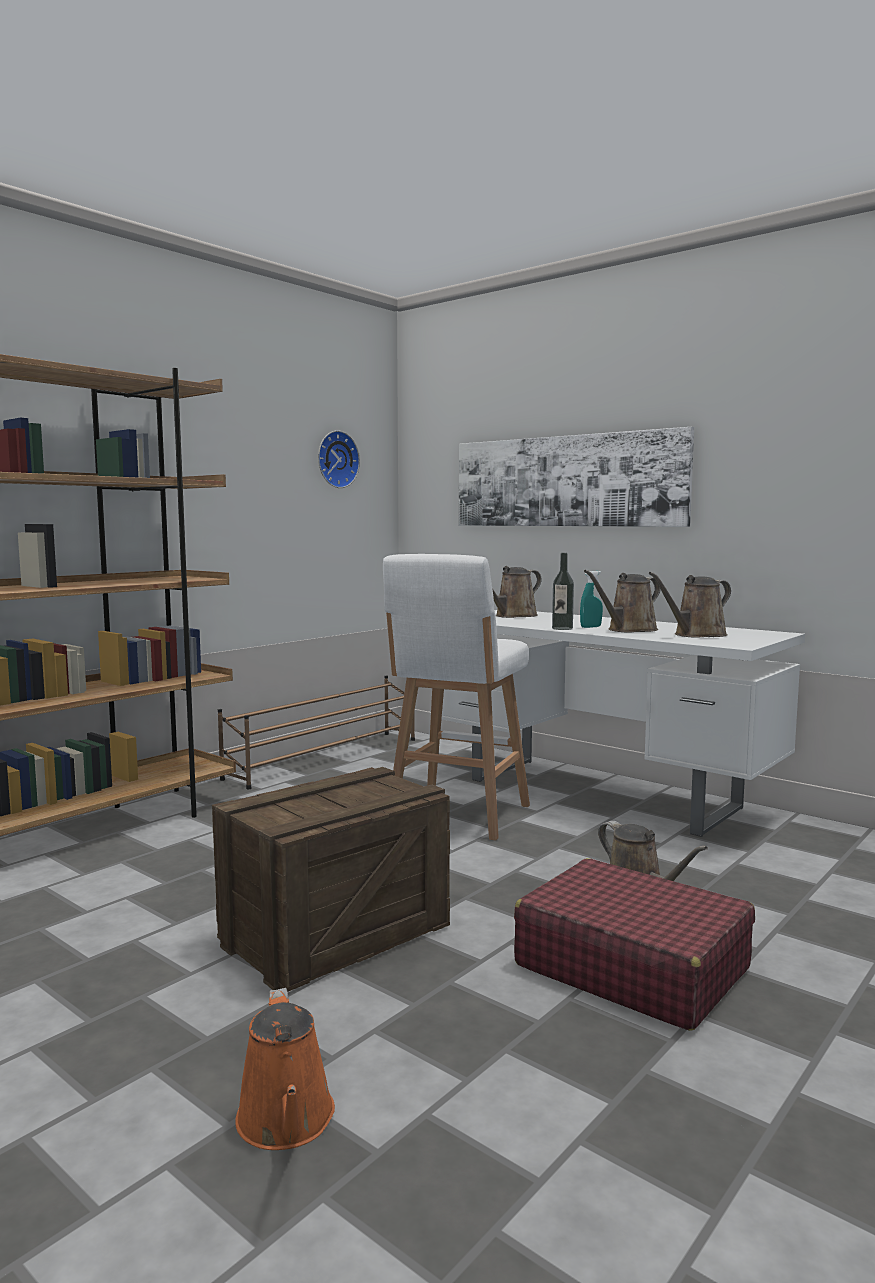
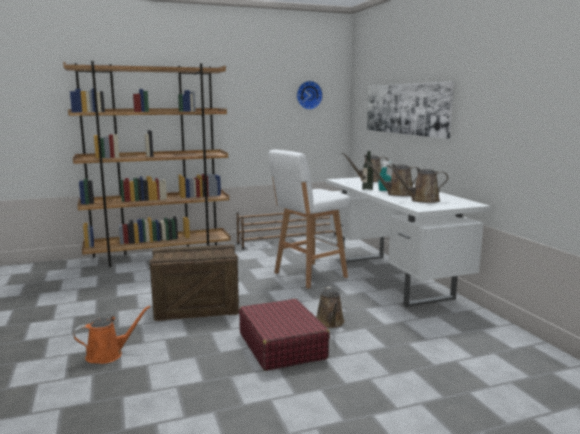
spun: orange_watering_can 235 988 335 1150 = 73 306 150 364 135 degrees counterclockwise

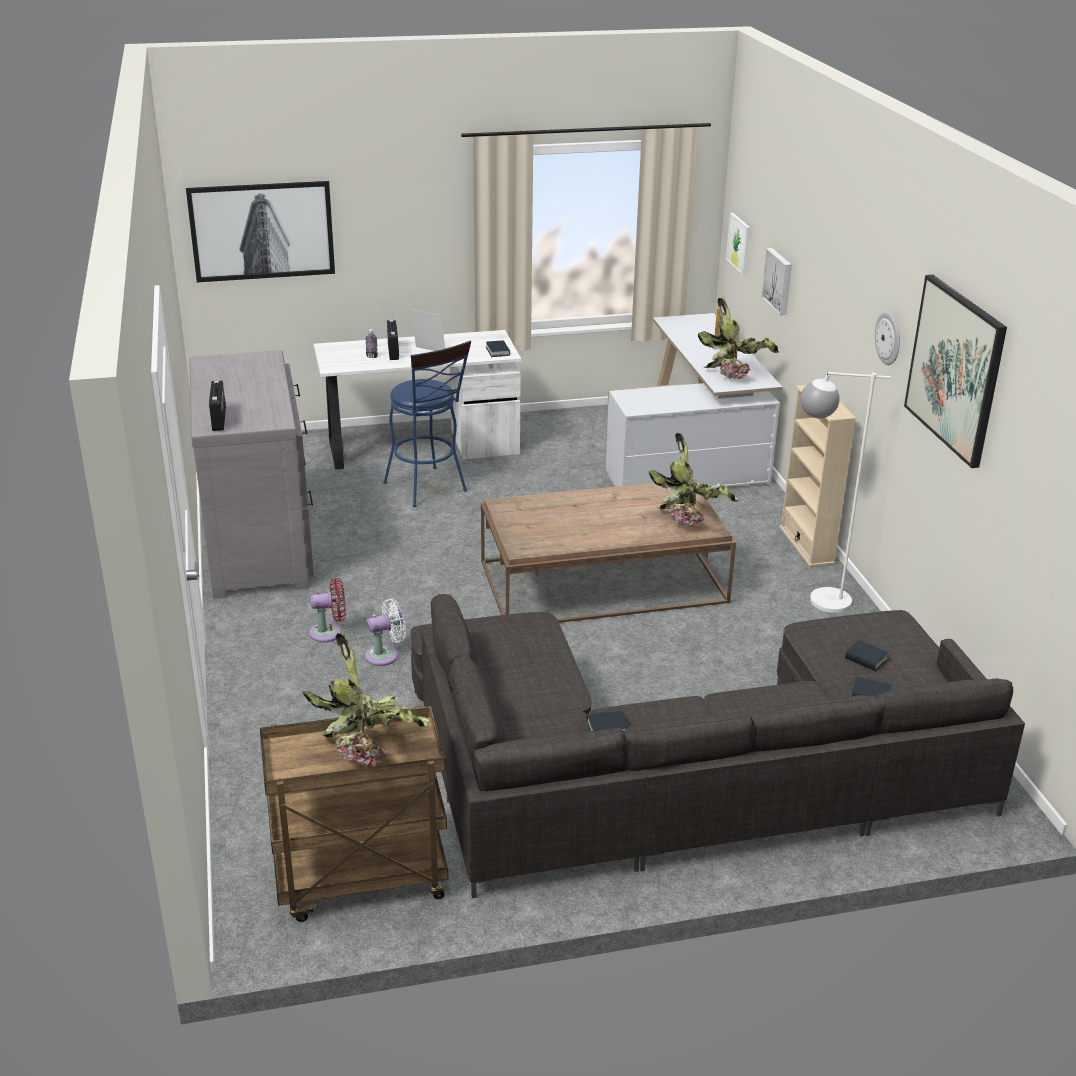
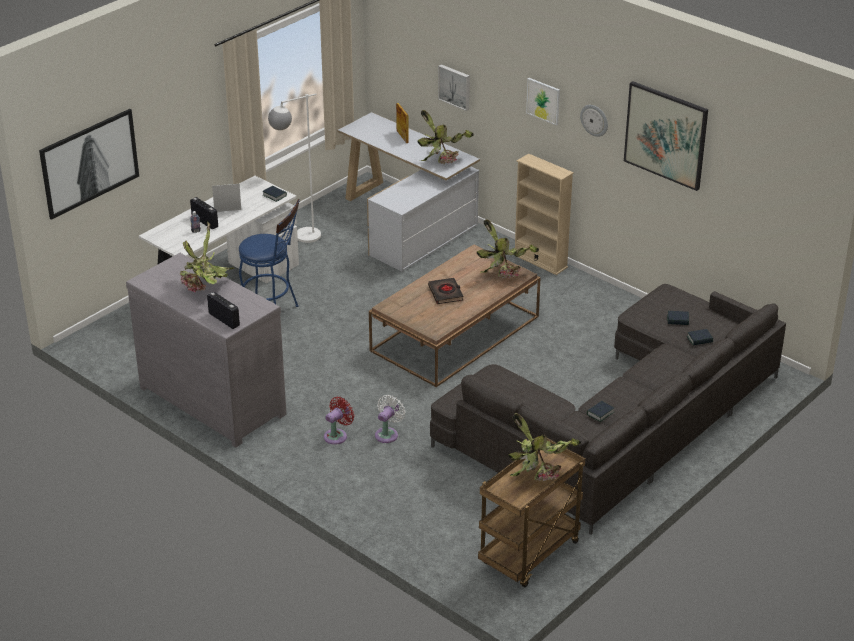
appeared: potted_plant 180 222 234 292; black_book 428 278 464 304
relocated: white_floor_lamp 800 372 891 613 to 268 94 321 243; picture 726 213 750 275 to 526 78 560 126

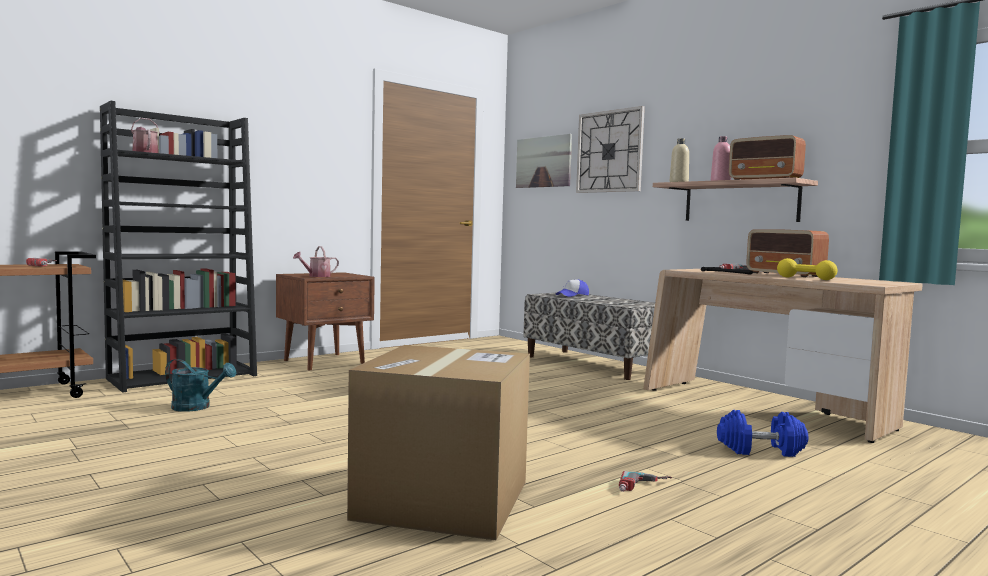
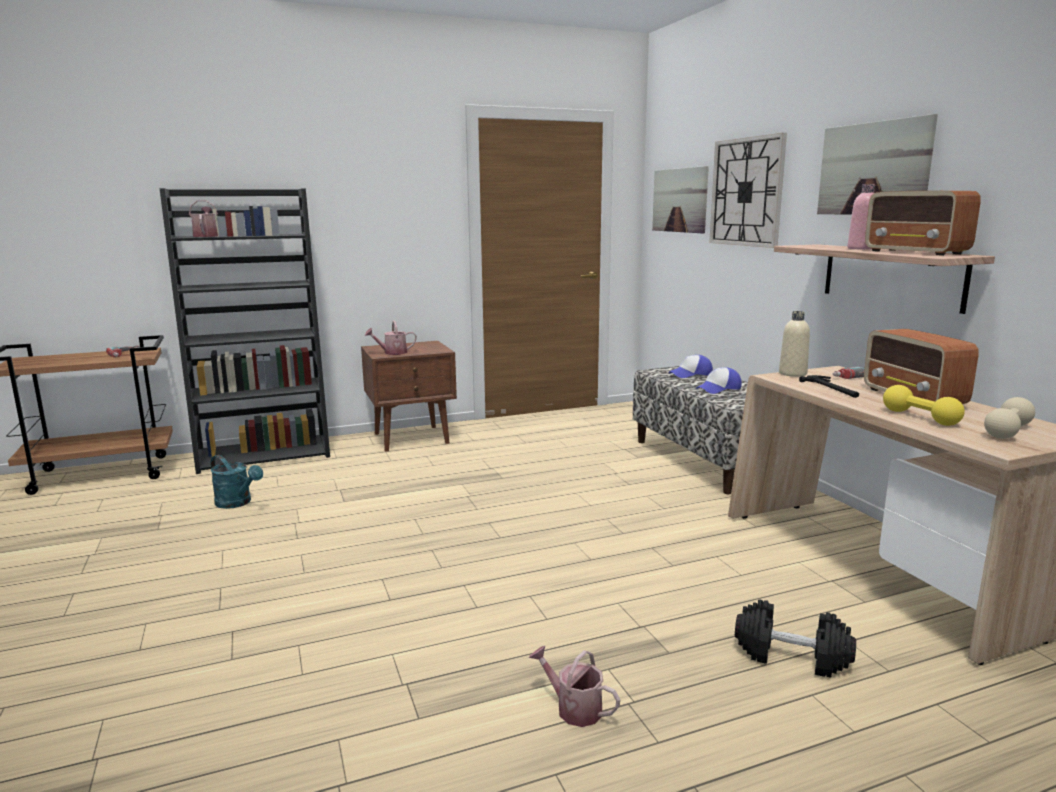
missing: cardboard_box 347 345 530 540
appeared: cap 695 367 742 394; picture 817 114 938 215; beige_dumbbell 984 397 1035 439
relocated: beige_bottle 670 138 689 182 to 779 311 810 377
exchanged: power_drill 619 471 672 492 to watering_can 529 646 620 727
colour: blue_dumbbell 717 410 808 457 to black_dumbbell 735 600 856 678

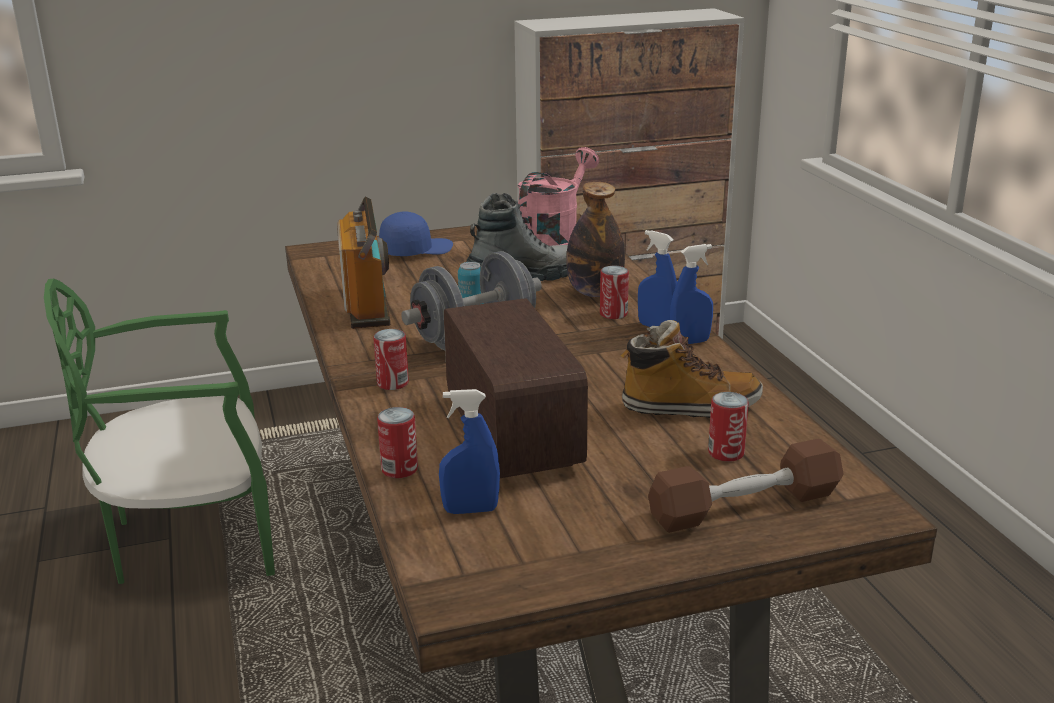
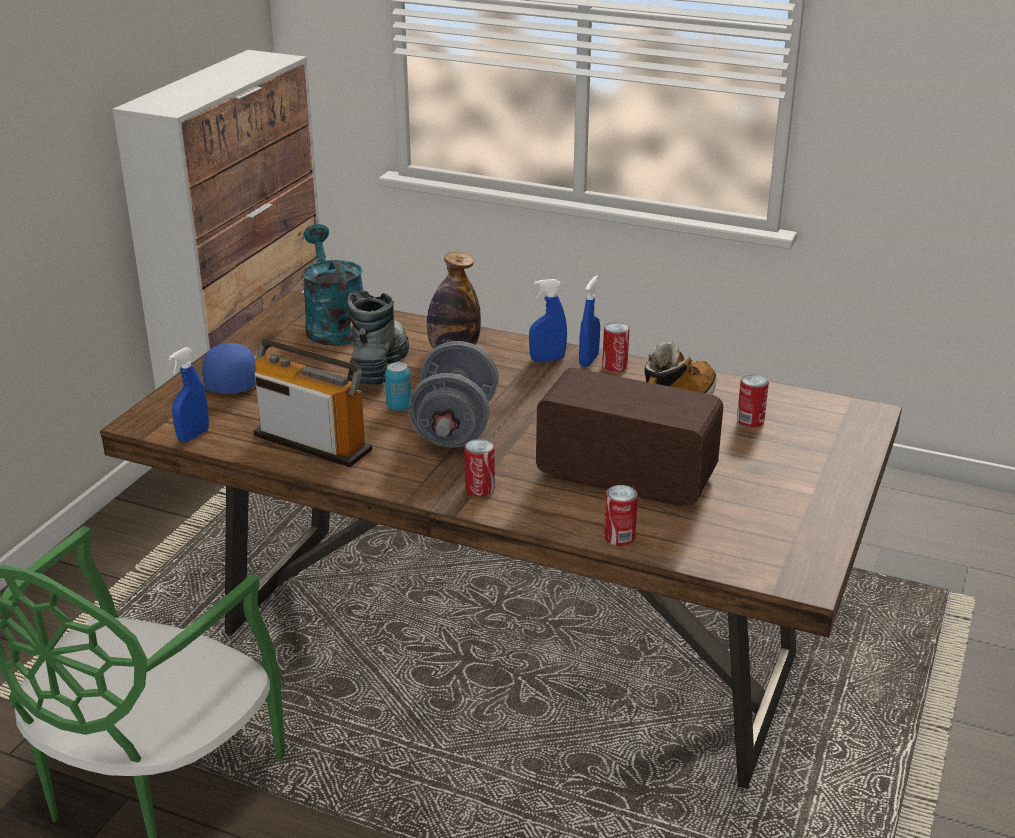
missing: brown_dumbbell 648 438 843 533
relocated: blue_spray_bottle 439 389 500 514 to 168 347 209 442; can 600 266 629 319 to 602 322 629 372
colour: pink_watering_can 517 147 599 246 to turquoise_watering_can 302 224 363 346

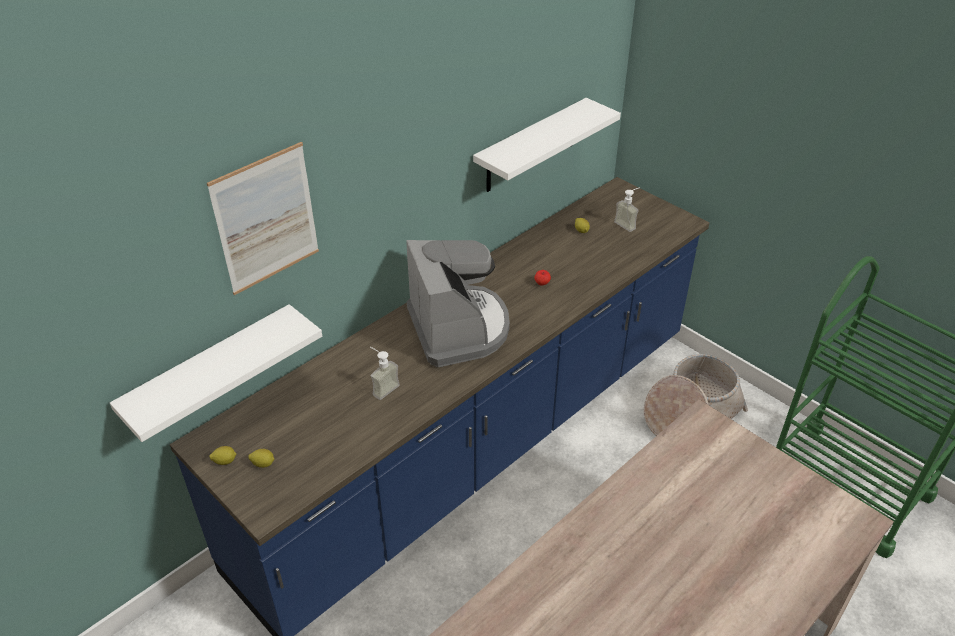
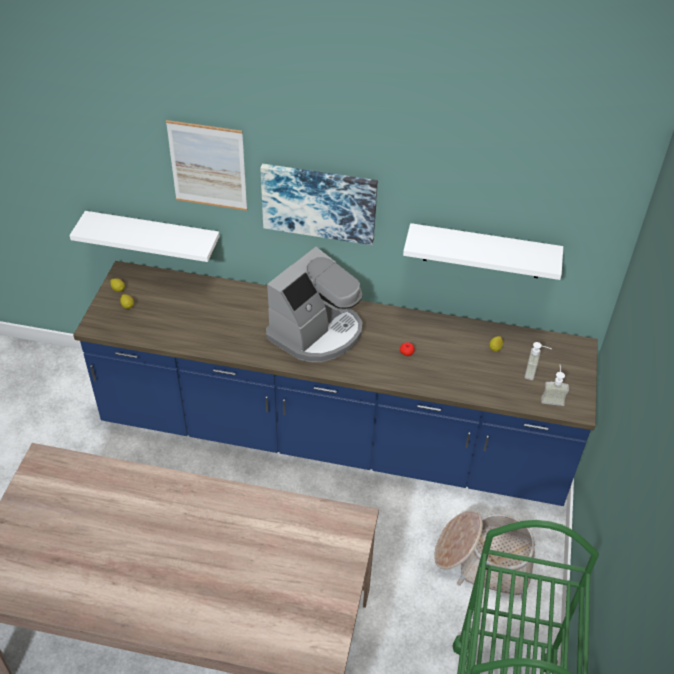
appeared: picture 260 164 378 245
relocated: soap_dispenser 370 347 400 400 to 541 365 569 406

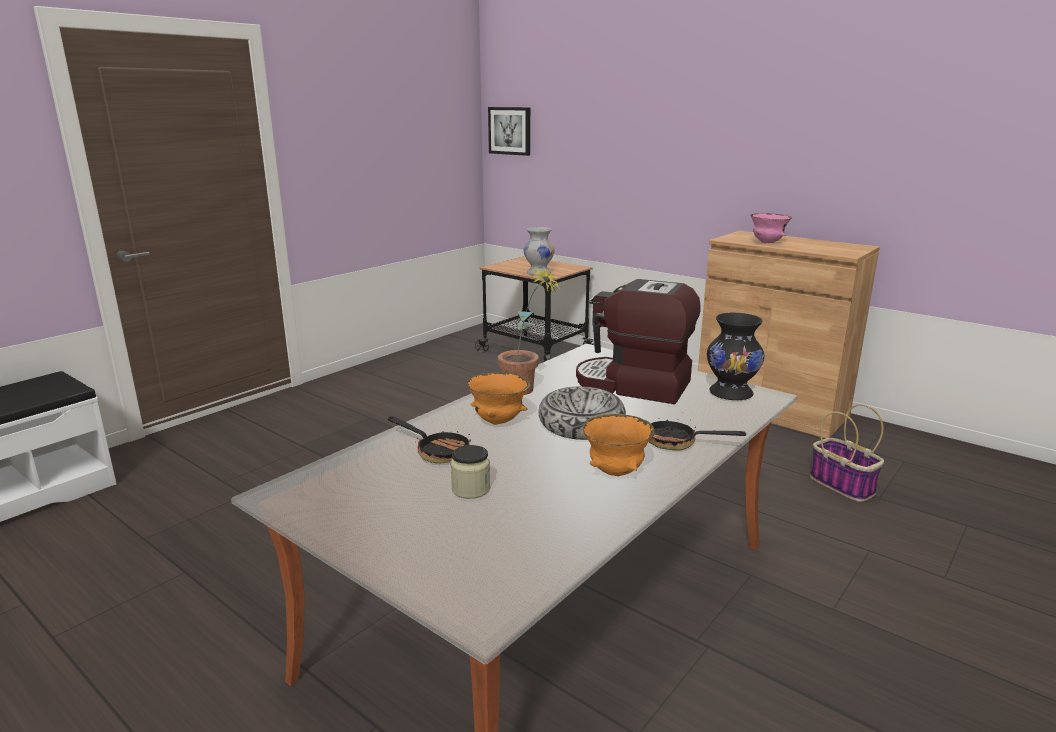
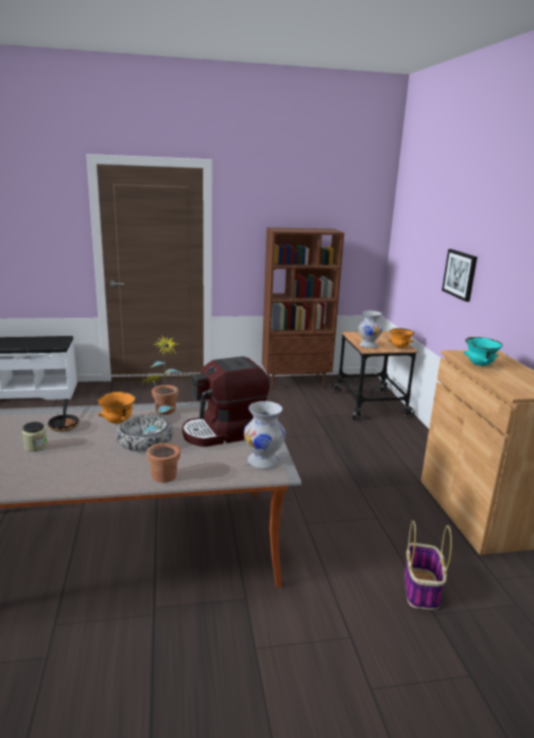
appeared: brown_bookcase 262 227 344 389
relocated: orange_bowl 582 413 654 476 to 388 328 414 348; picture 488 107 530 156 to 442 249 477 302
exchanged: frying_pan 649 412 746 451 to potted_plant 142 375 181 483
colour: black_vase 707 313 764 400 to white_vase 244 401 286 469; pink_bowl 750 213 791 243 to turquoise_bowl 463 337 503 366
spun: coffee_machine 576 279 701 404 = 182 356 270 447 90 degrees counterclockwise

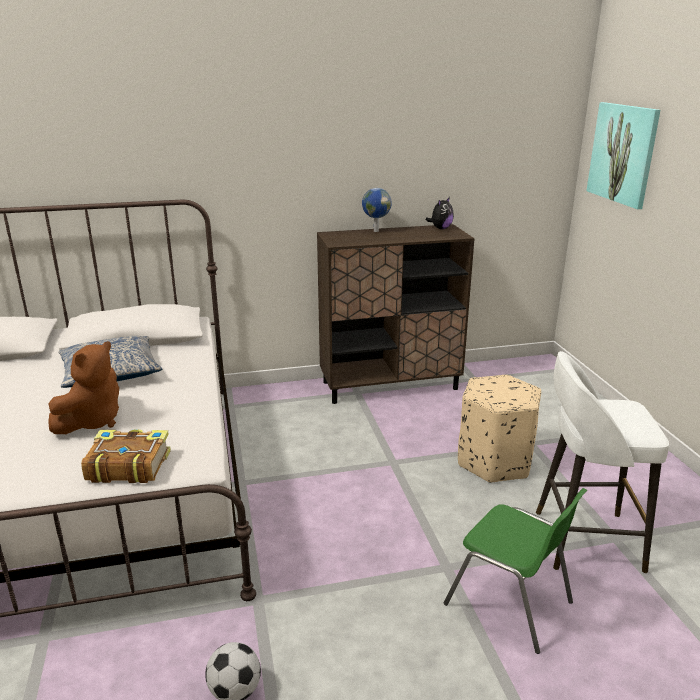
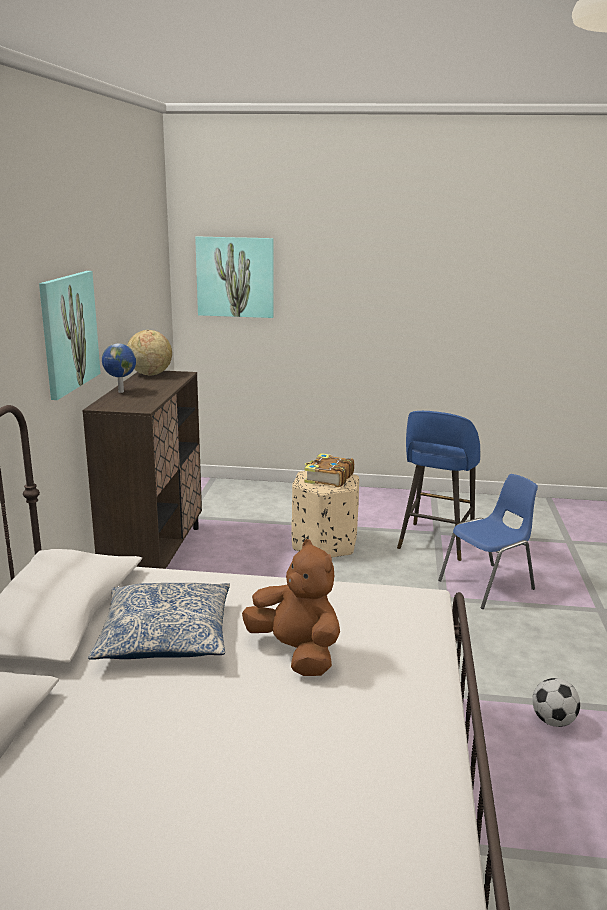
appeared: picture 39 271 101 400
relocated: book 81 429 171 483 to 304 453 354 487
exchanged: plush_toy 425 197 454 229 to globe 127 330 172 375
colour: white_stool 536 351 669 573 to blue_stool 397 411 480 561; green_chair 444 488 587 654 to blue_chair 438 474 538 609

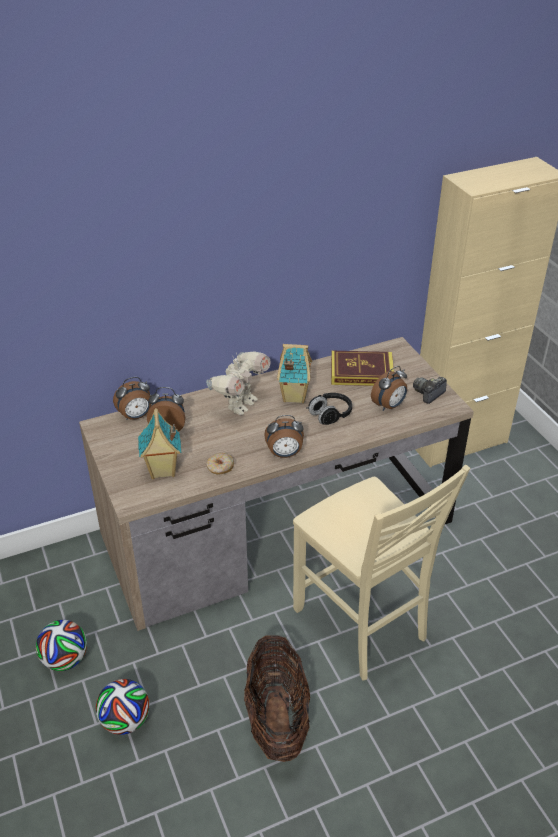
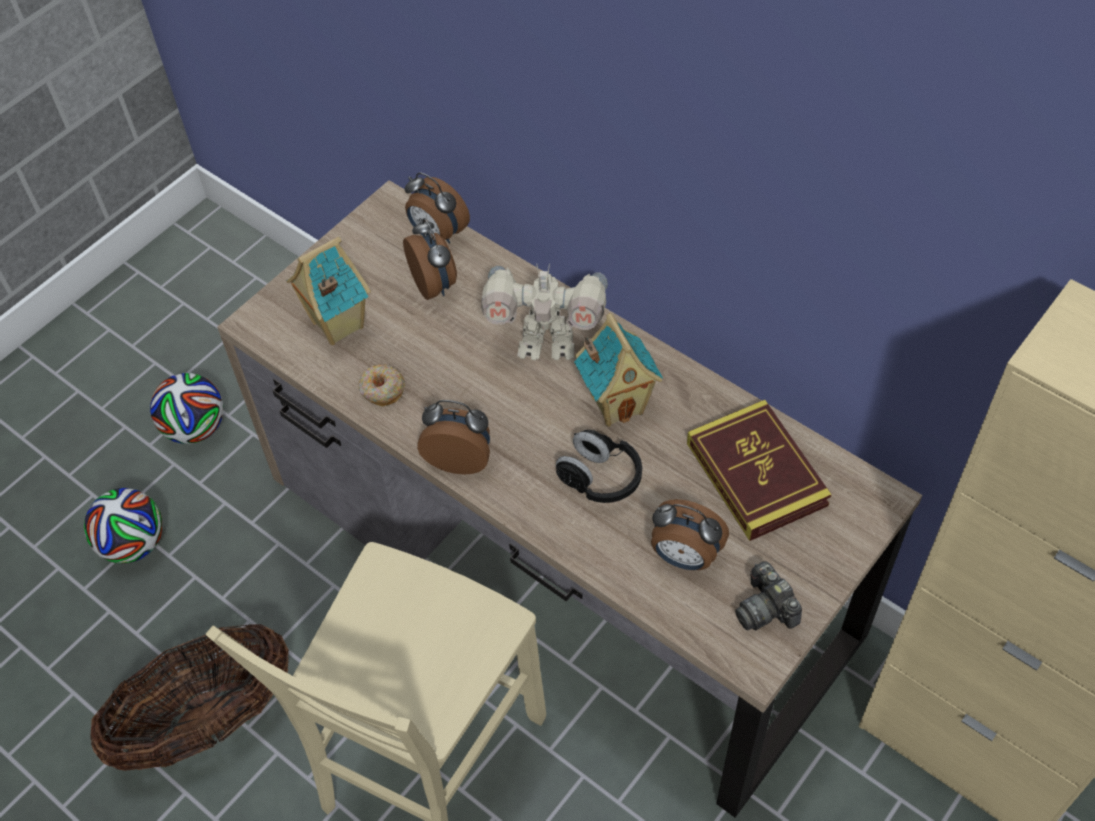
spun: alarm_clock 264 415 304 458 = 417 400 490 475 135 degrees clockwise; photo_camera 413 377 447 404 = 735 561 802 630 135 degrees counterclockwise

